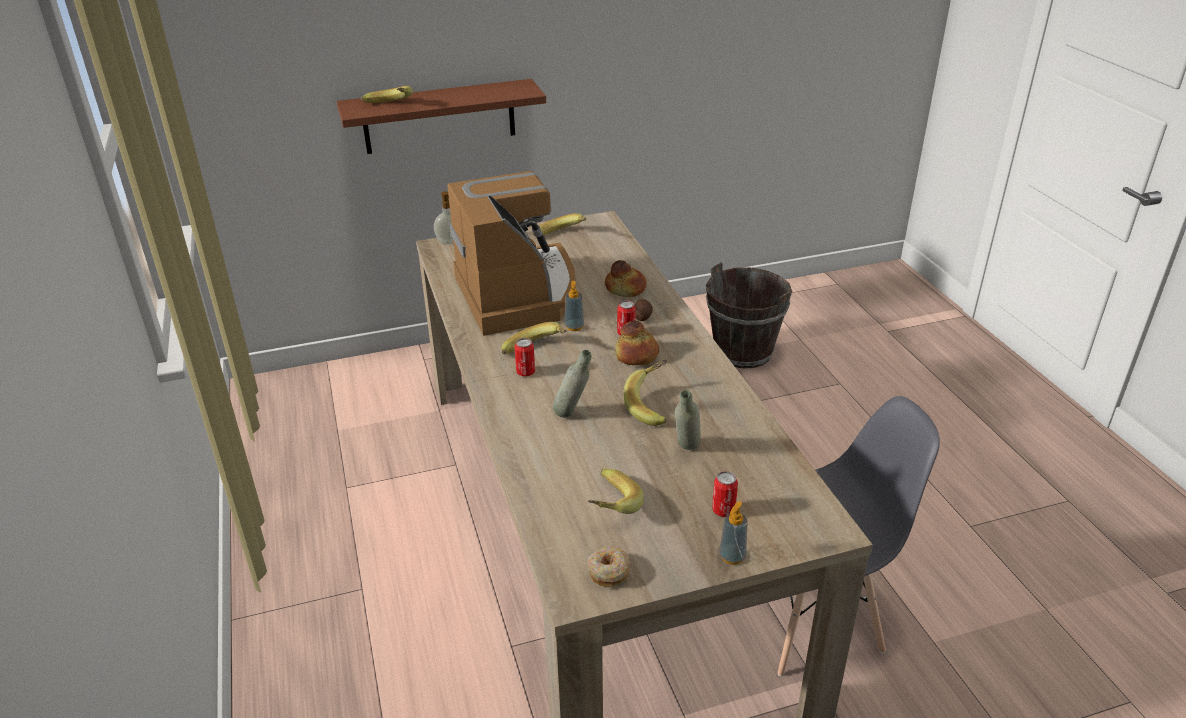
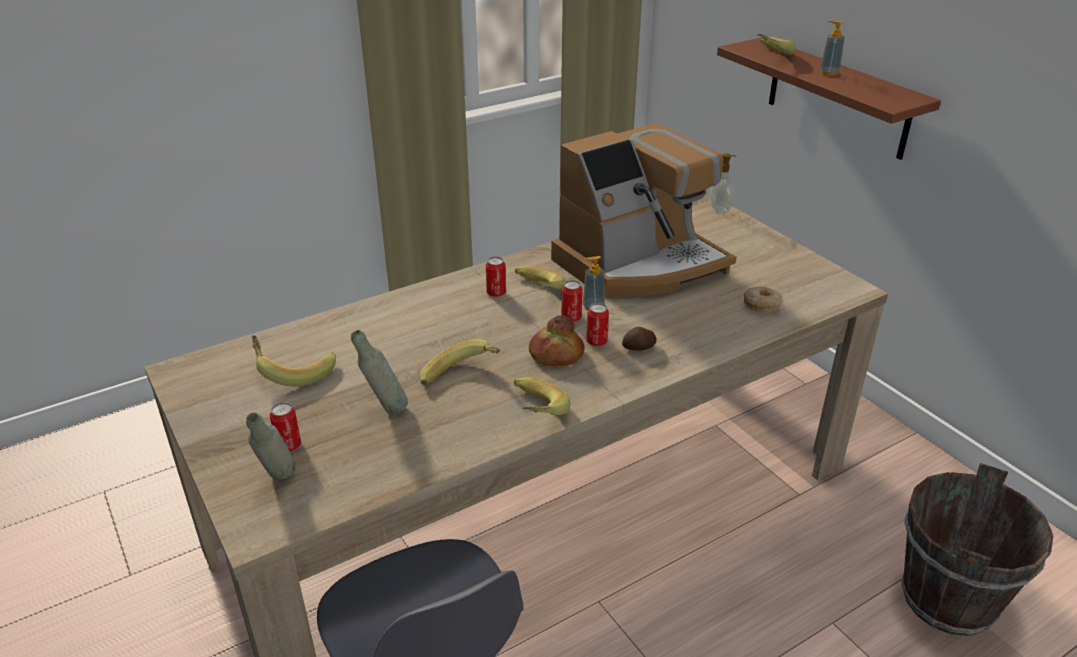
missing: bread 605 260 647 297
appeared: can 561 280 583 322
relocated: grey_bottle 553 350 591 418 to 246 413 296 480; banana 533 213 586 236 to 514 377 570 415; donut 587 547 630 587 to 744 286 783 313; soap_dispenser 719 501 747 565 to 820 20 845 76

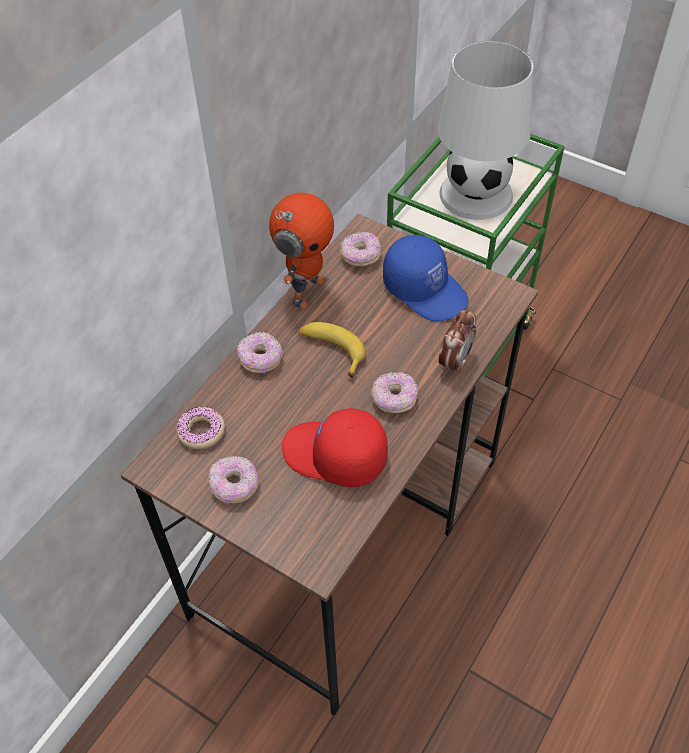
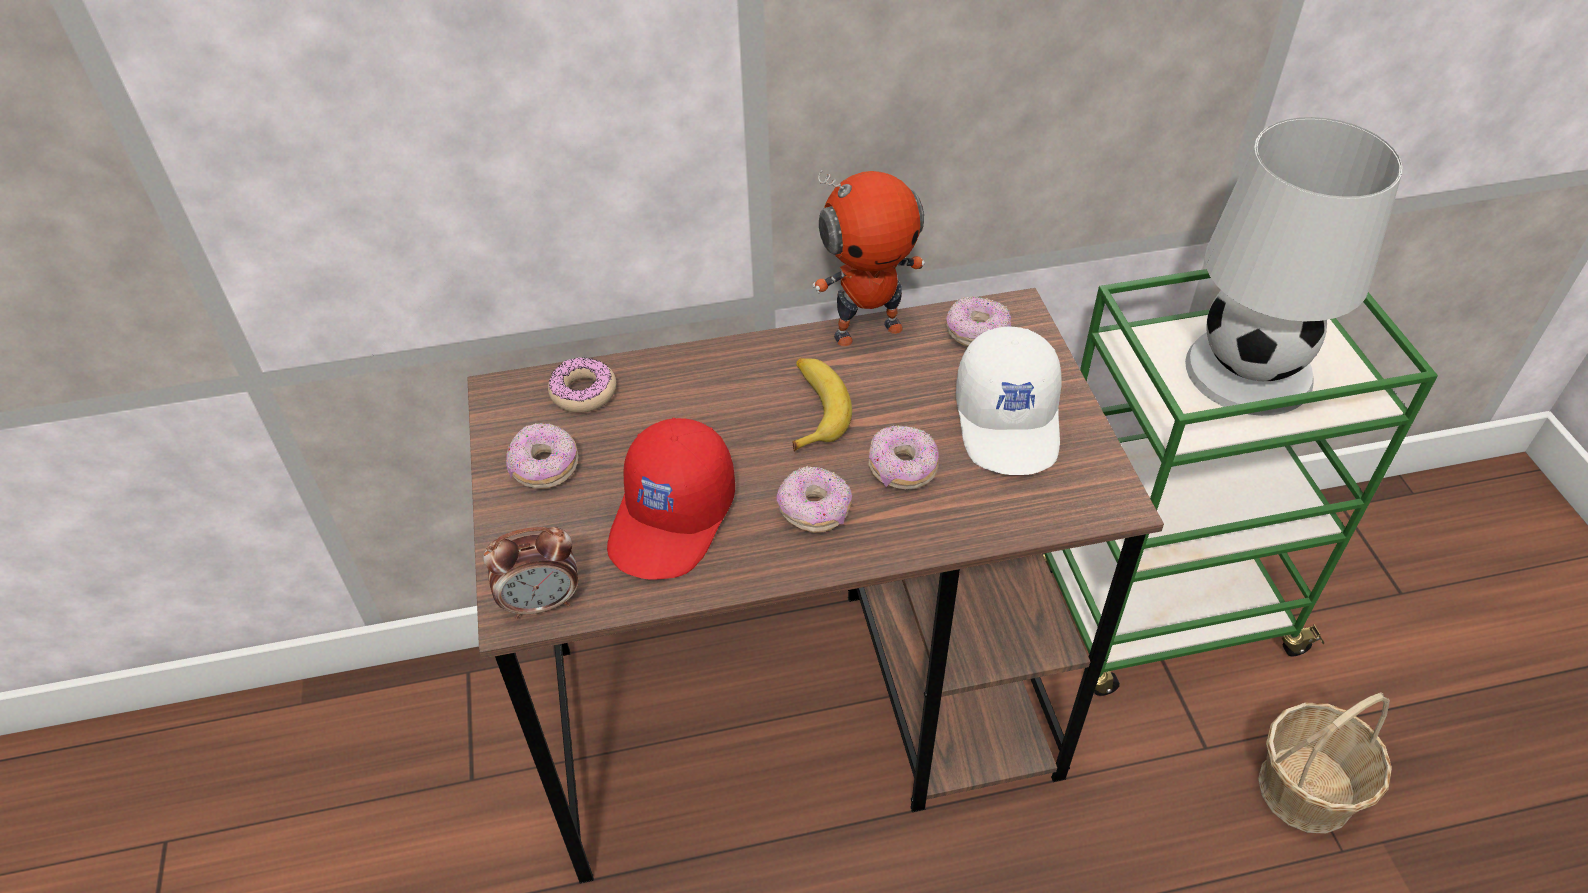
appeared: basket 1258 692 1392 834
relocated: alarm_clock 439 308 476 375 to 483 527 578 619; donut 237 332 283 374 to 868 425 939 489
colour: blue_cap 383 235 469 321 to white_cap 956 326 1062 475
spun: red_cap 282 408 388 487 = 607 418 735 580 135 degrees counterclockwise

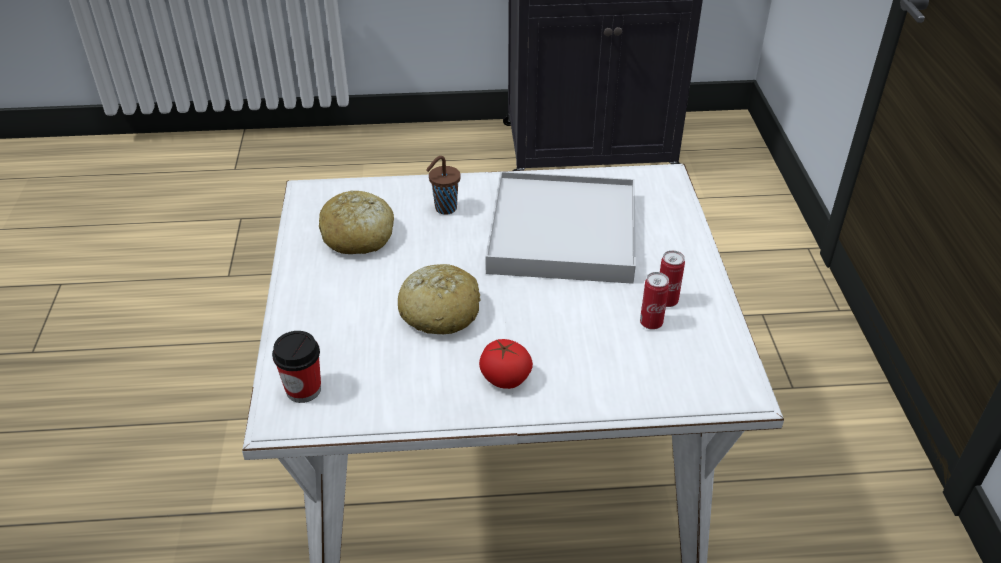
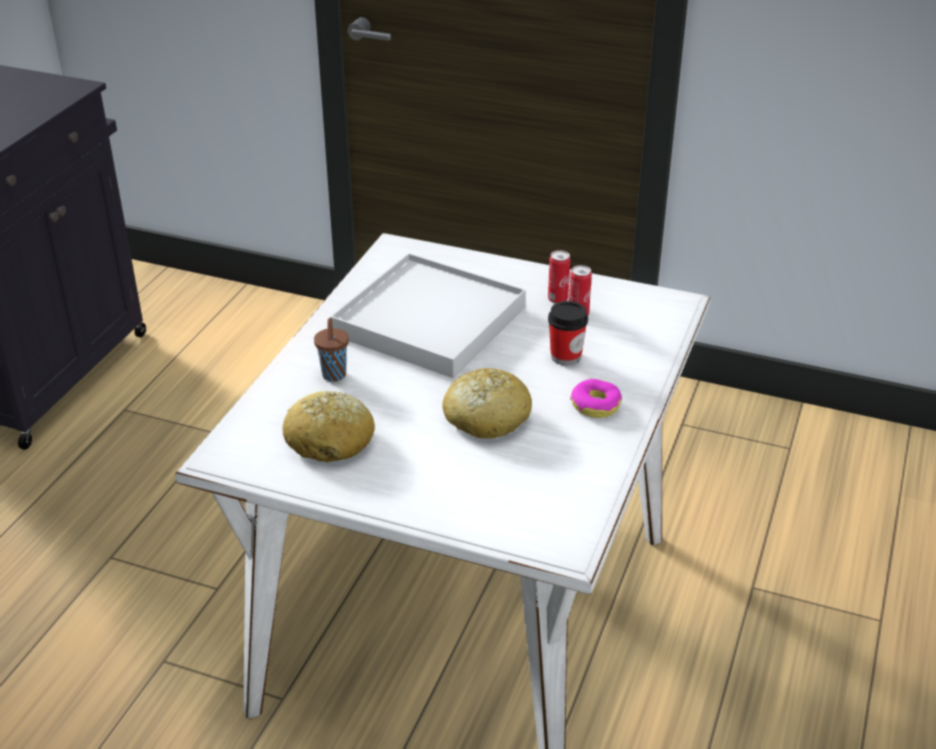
relocated: cup 272 331 321 403 to 548 301 588 366
exchanged: tomato 479 339 533 389 to donut 570 379 622 418

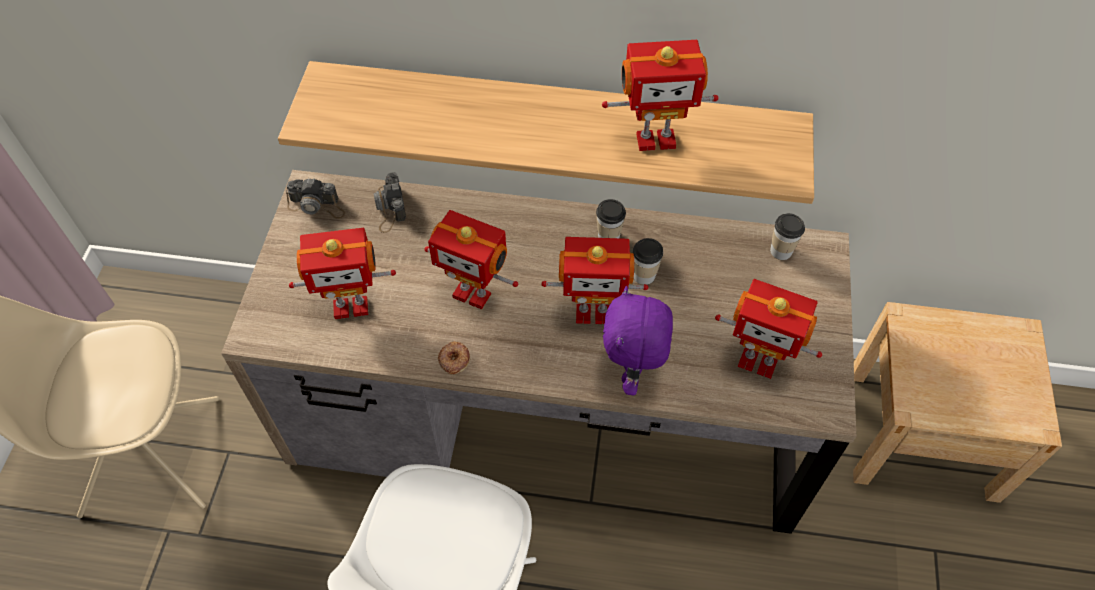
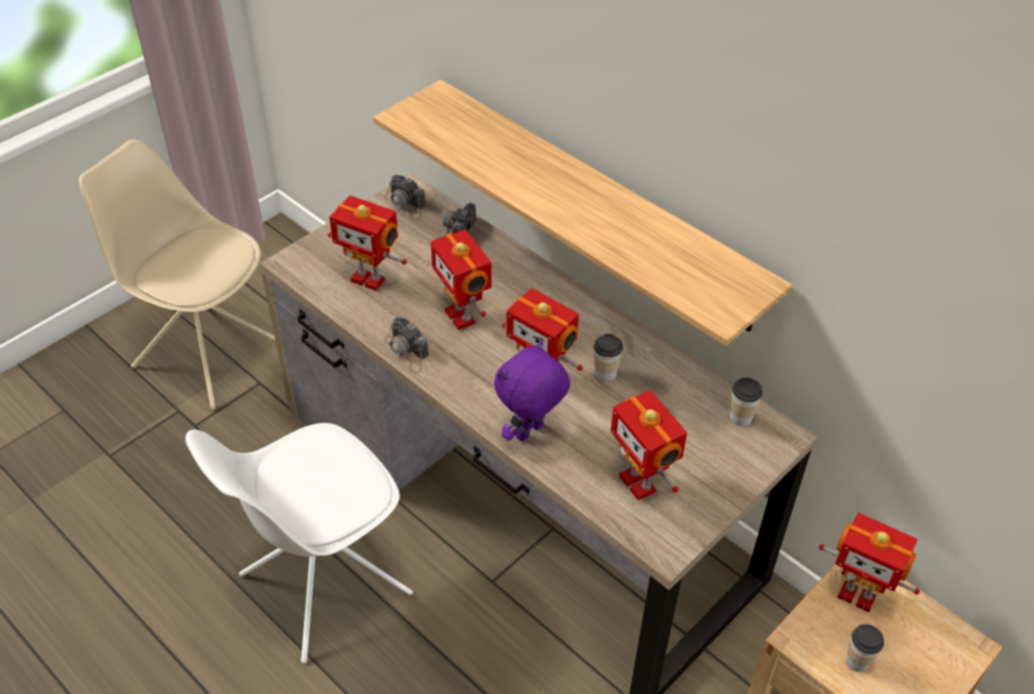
relocated: toy_robot 602 40 719 151 to 819 513 920 612; cup 596 199 626 238 to 846 624 884 672
exchanged: donut 438 341 470 374 to photo_camera 385 317 429 373

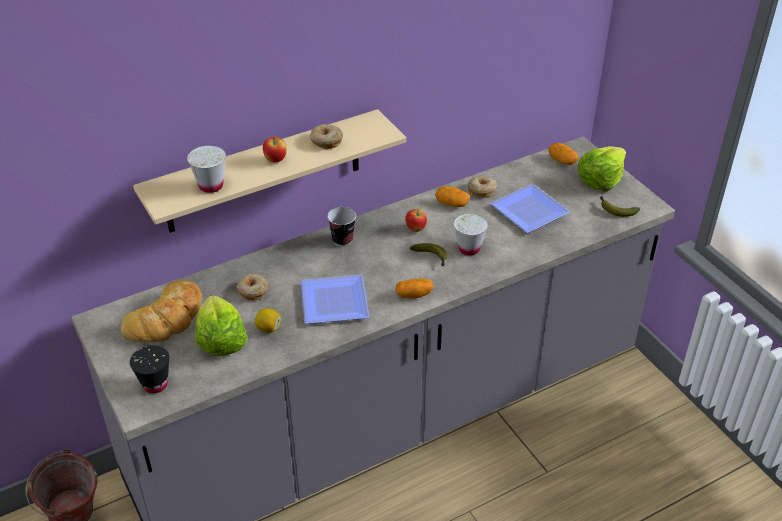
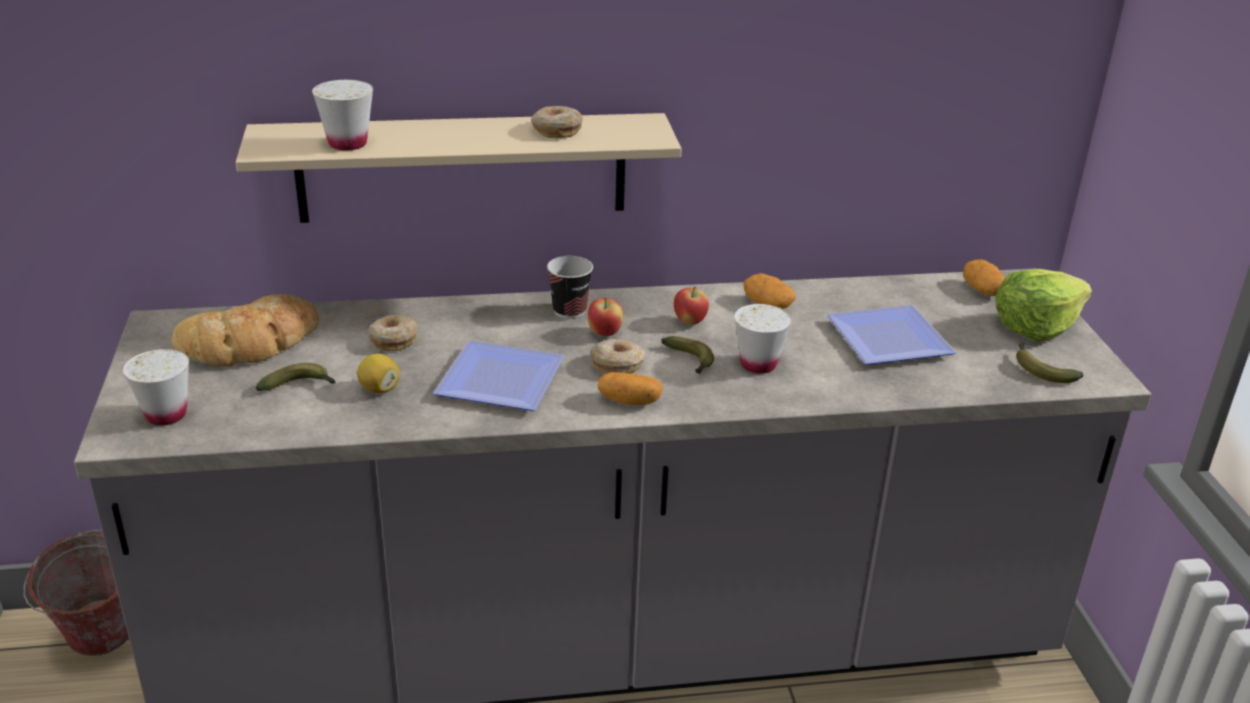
relocated: apple 263 137 287 163 to 588 298 623 336; donut 468 176 497 198 to 591 339 645 374
exchanged: lettuce 195 295 247 356 to banana 256 363 336 391
colour: black_cup 130 345 169 393 to white_cup 123 349 189 426

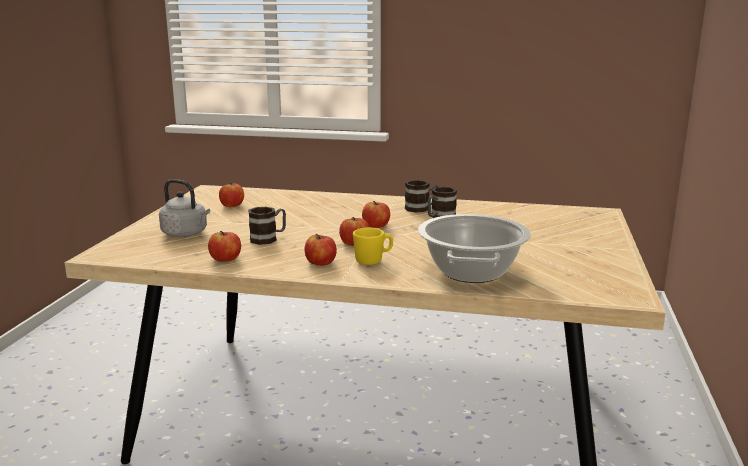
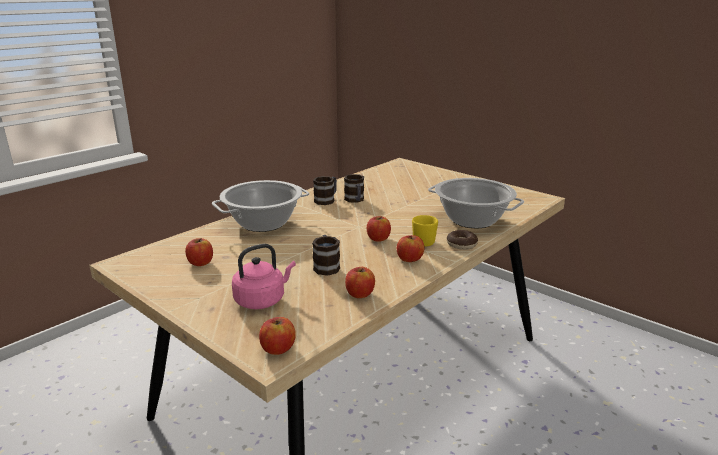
appeared: cooking_pot 212 180 309 232; donut 447 230 478 250
relocated: apple 362 201 390 228 to 259 317 296 355
colour: grey_kettle 159 179 210 237 to pink_kettle 232 244 296 309

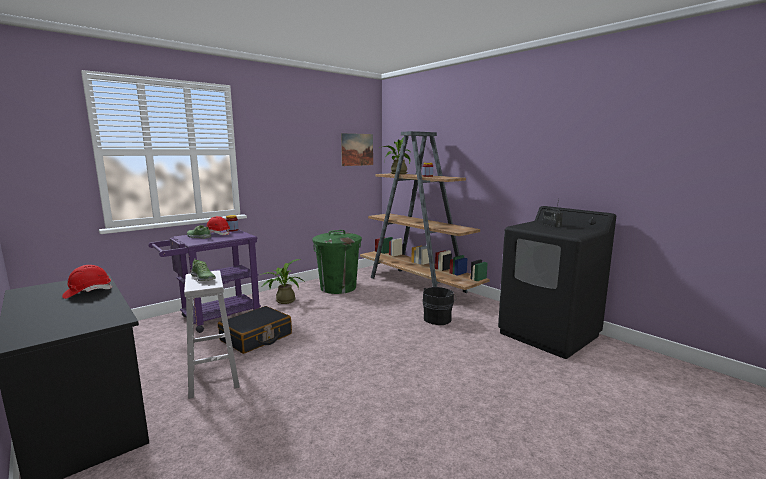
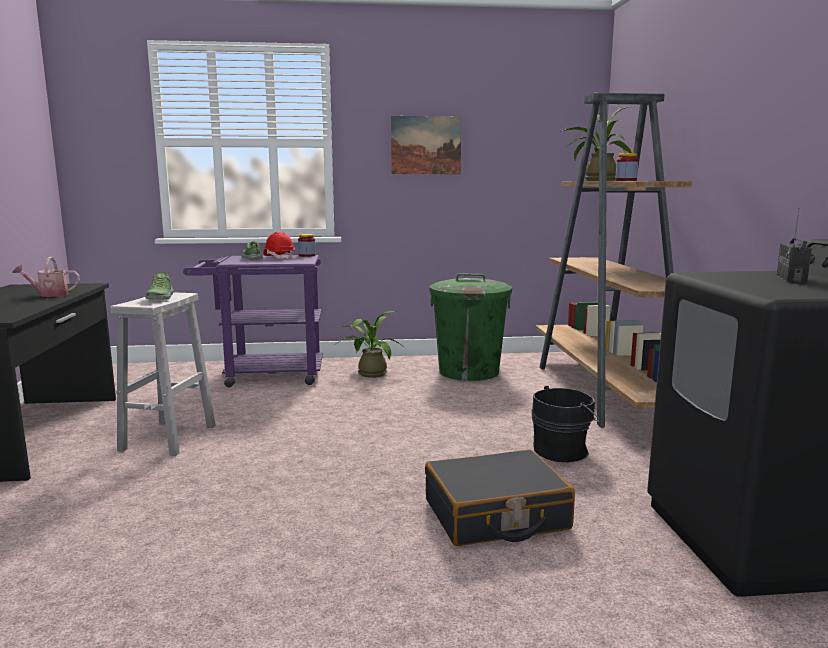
relocated: picture 341 133 373 166 to 391 116 461 174; black_suitcase 218 306 292 354 to 425 450 575 546
exchanged: red_hard_hat 62 265 112 299 to watering_can 12 257 80 297

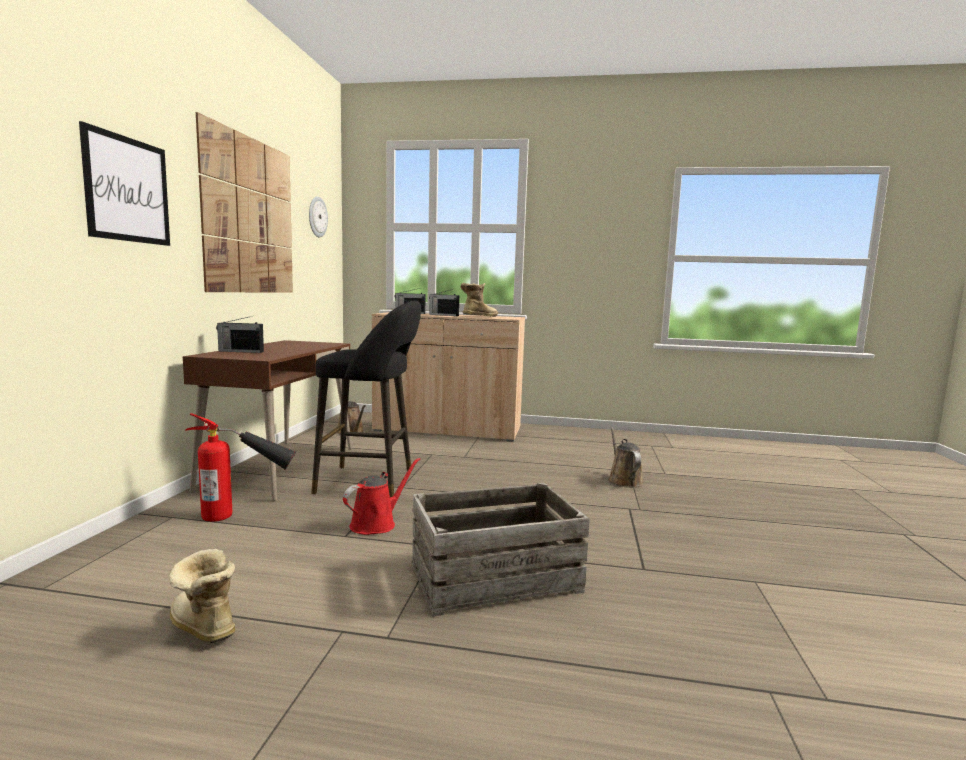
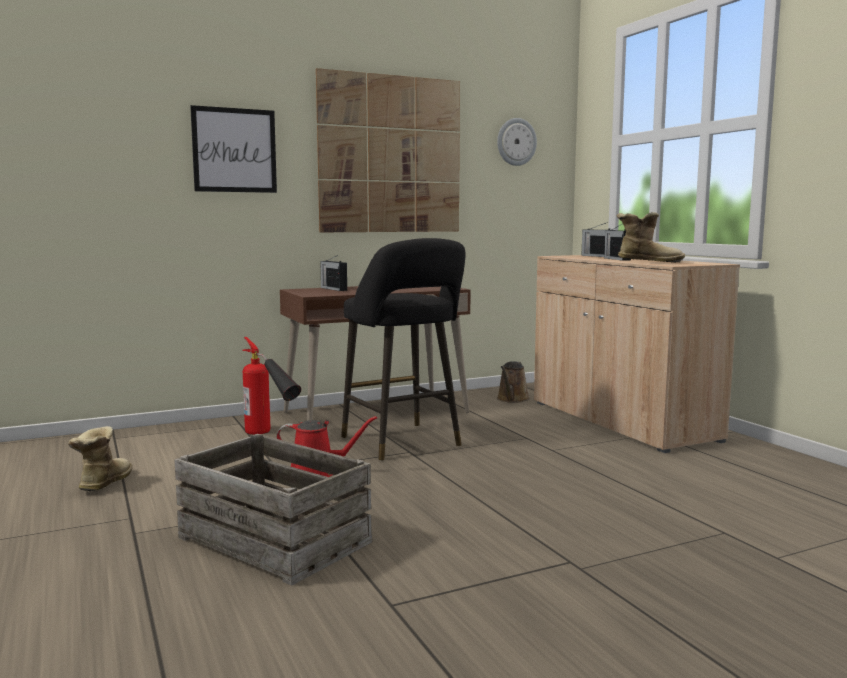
missing: brown_watering_can 608 427 643 488

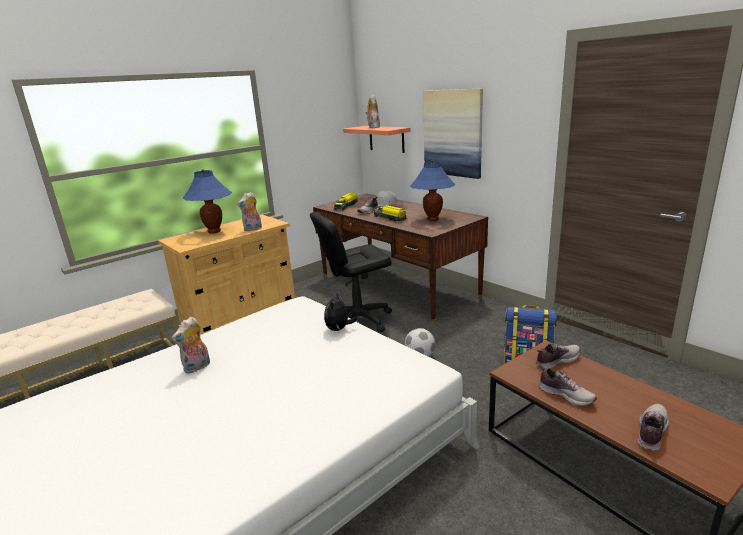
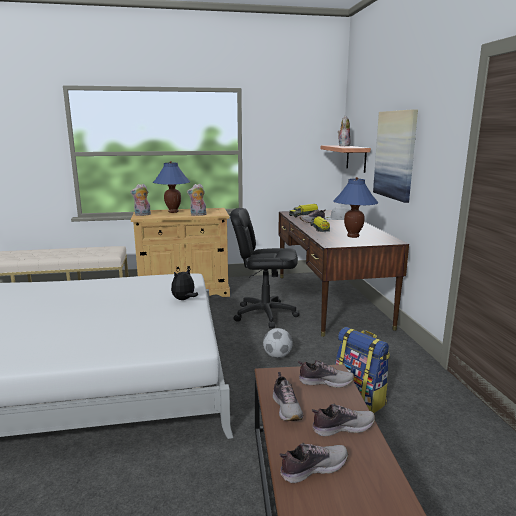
appeared: shoe 312 404 375 436
relocated: plush_toy 172 317 210 373 to 130 184 151 216

